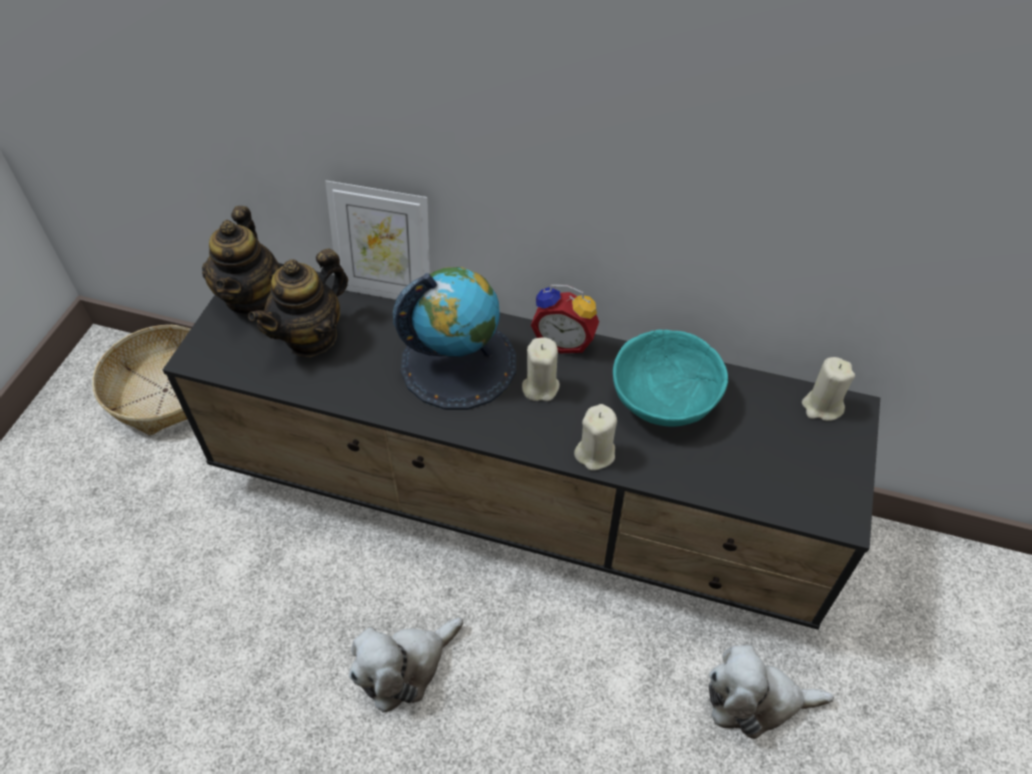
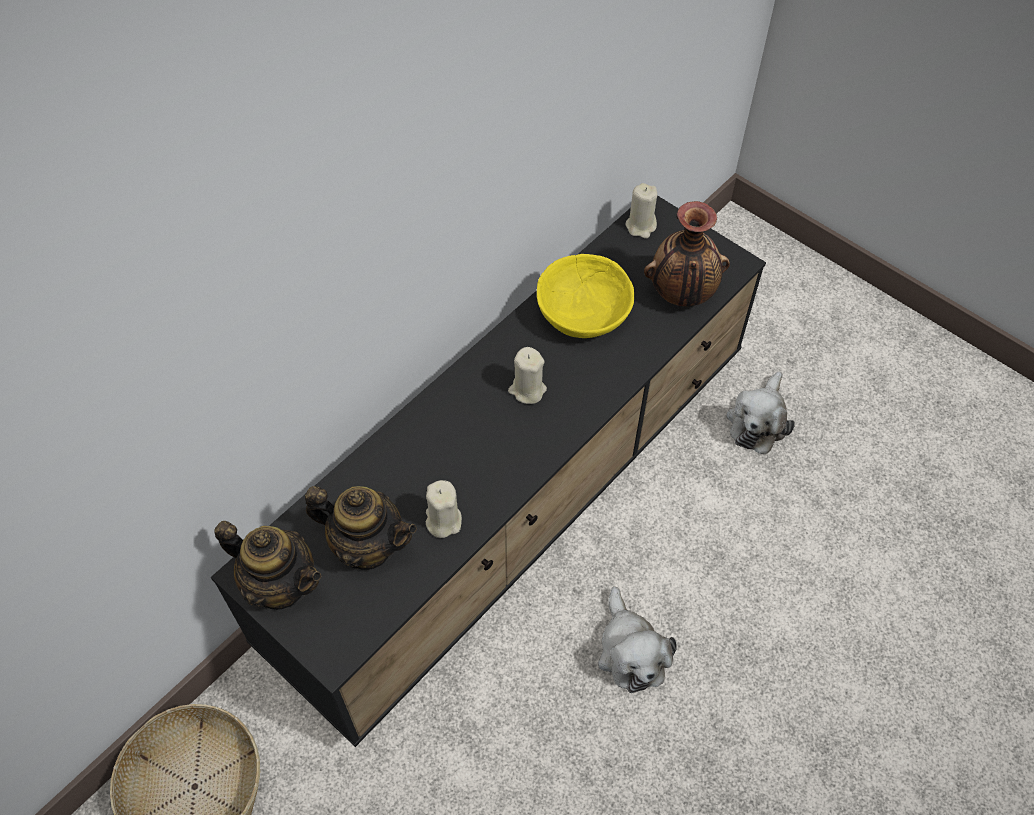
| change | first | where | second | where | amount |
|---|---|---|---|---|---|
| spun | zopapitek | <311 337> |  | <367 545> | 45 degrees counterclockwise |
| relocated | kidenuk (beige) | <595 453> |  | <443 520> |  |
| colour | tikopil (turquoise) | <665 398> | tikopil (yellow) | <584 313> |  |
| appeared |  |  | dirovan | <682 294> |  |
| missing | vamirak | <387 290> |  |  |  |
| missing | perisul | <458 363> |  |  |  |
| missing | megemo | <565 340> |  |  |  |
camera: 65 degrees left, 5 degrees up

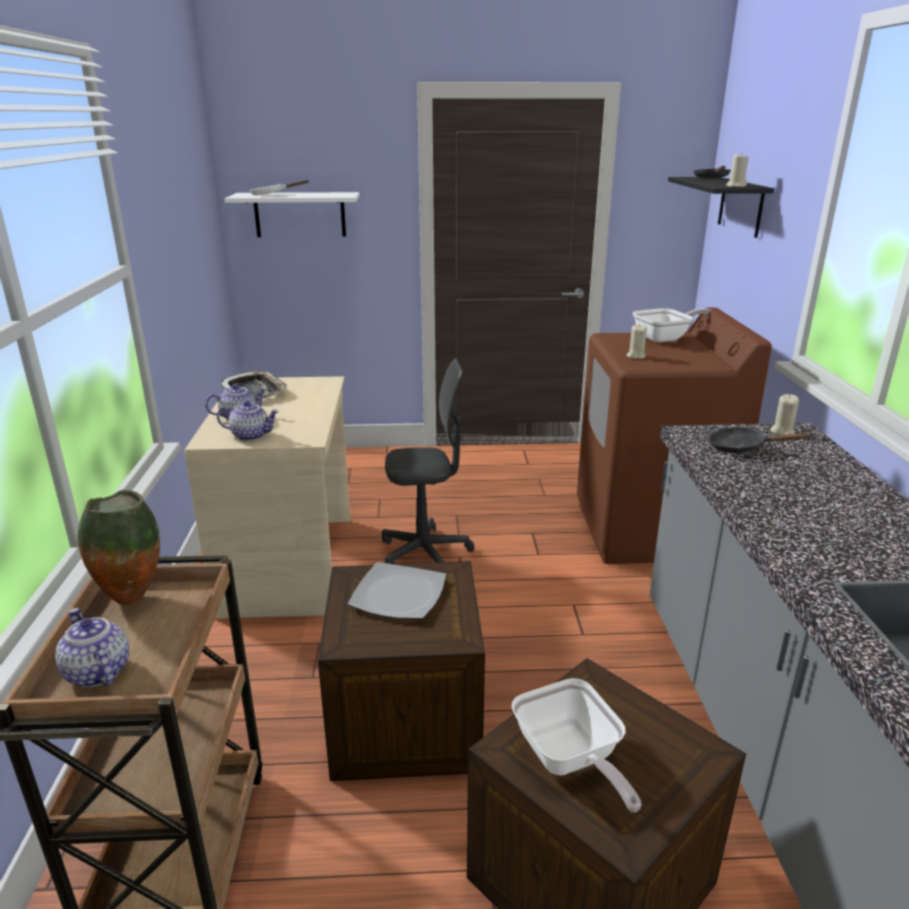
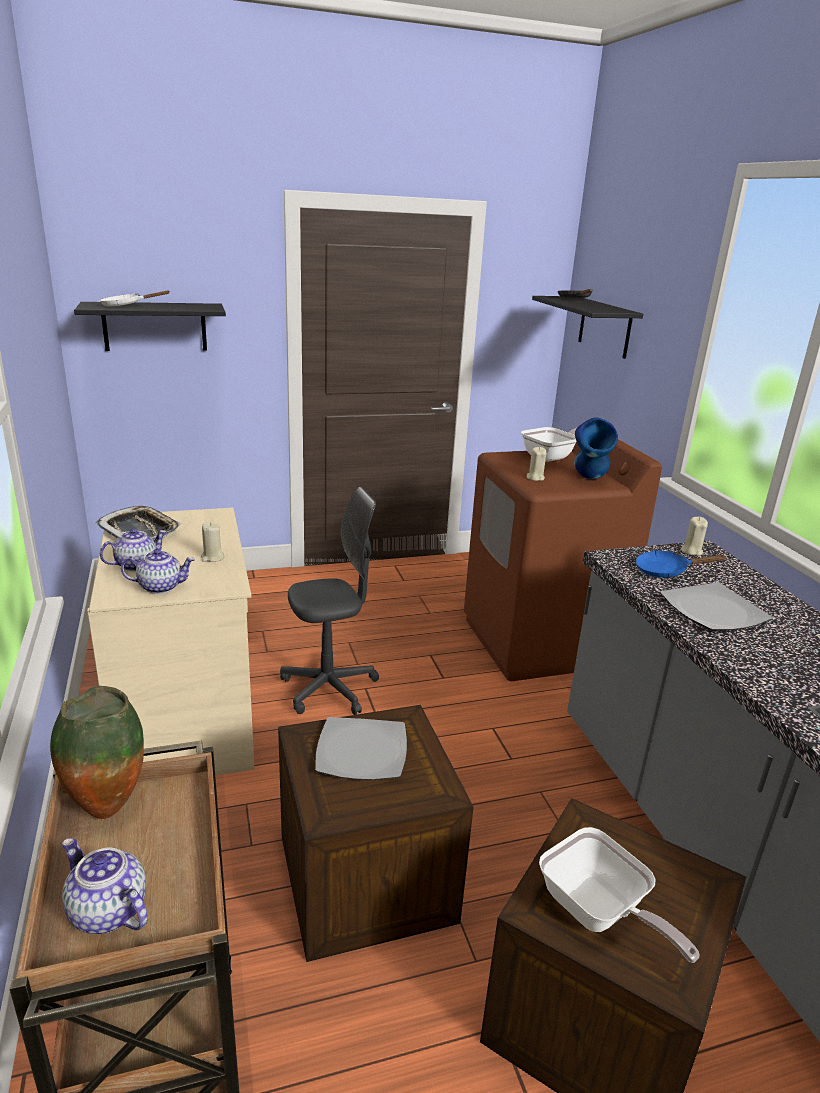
| change | first | where | second | where | amount |
|---|---|---|---|---|---|
| colour | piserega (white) | <300 214> | piserega (black) | <155 326> |  |
| relocated | kidenuk (beige) | <736 186> |  | <212 557> |  |
| appeared |  |  | dirovan (blue) | <589 480> |  |
| colour | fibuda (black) | <742 448> | fibuda (blue) | <666 571> |  |
| appeared |  |  | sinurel | <714 611> |  |
camera: 15 degrees left, 0 degrees up

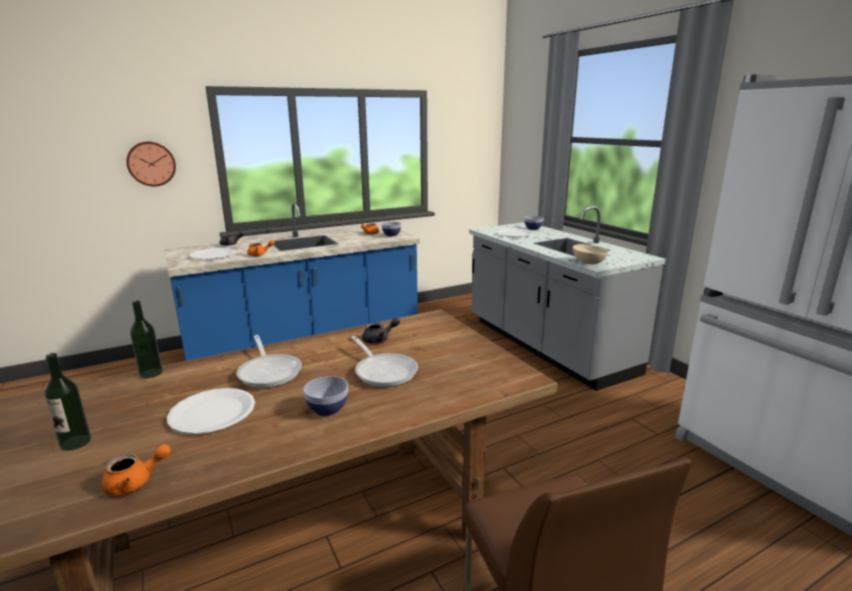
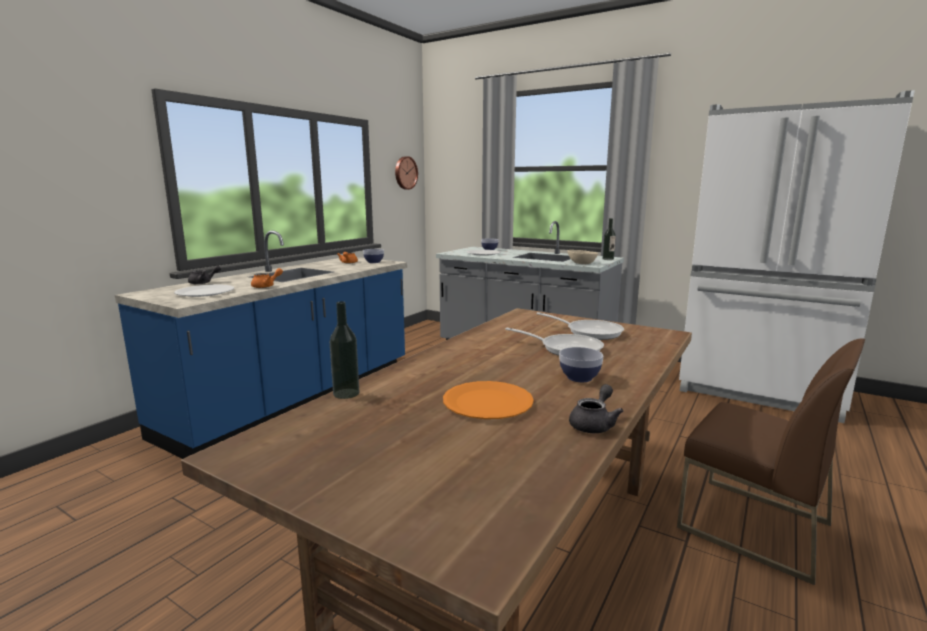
| change | first | where | second | where | amount |
|---|---|---|---|---|---|
| relocated | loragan | <151 164> |  | <405 173> |  |
| colour | sinurel (white) | <212 413> | sinurel (orange) | <488 402> |  |
| relocated | fibuda | <269 372> |  | <589 332> |  |
| relocated | zopapitek (grey) | <379 339> |  | <594 424> |  |
| relocated | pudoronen | <75 442> |  | <608 259> |  |
| missing | zopapitek (orange) | <135 482> |  |  |  |
camera: 30 degrees left, 5 degrees down

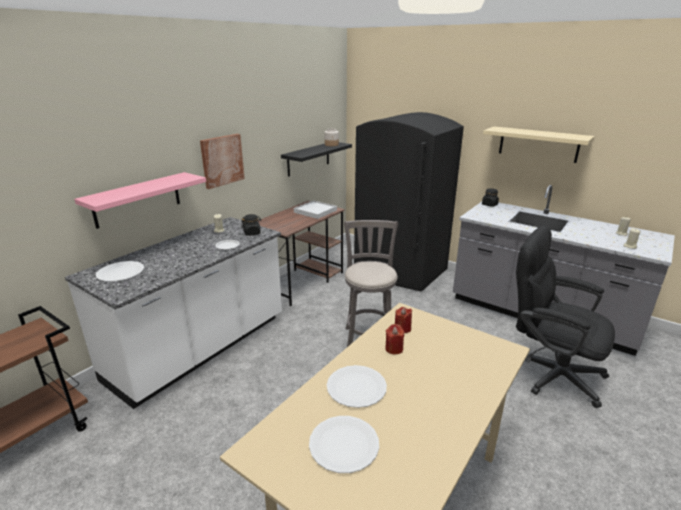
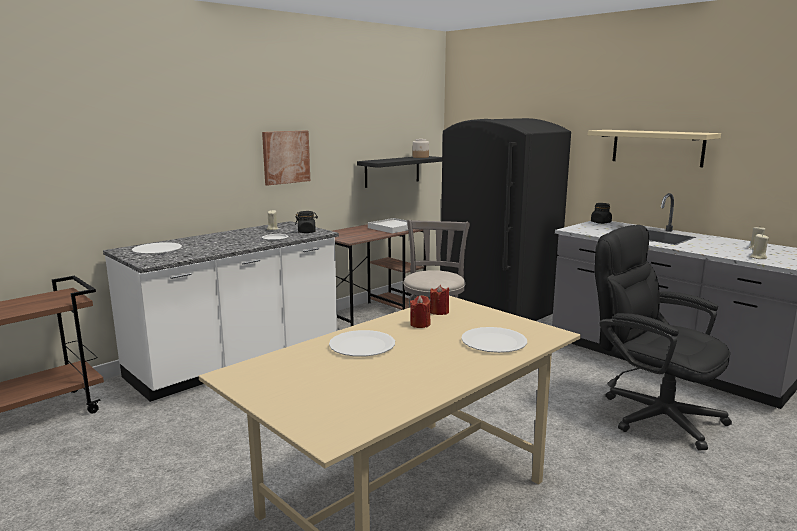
| change | first | where | second | where | amount |
|---|---|---|---|---|---|
| relocated | sinurel (white) | <343 445> |  | <493 342> |  |
| missing | piserega (pink) | <137 199> |  |  |  |
camera: 10 degrees right, 10 degrees down

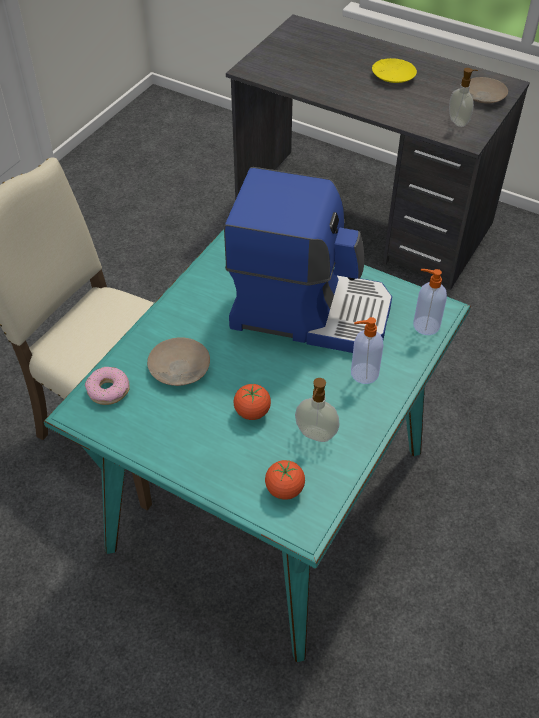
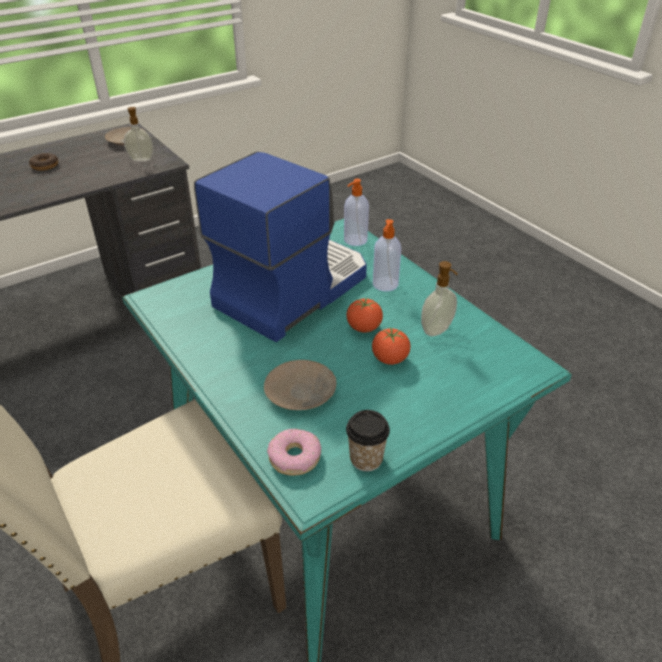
| change | first | where | second | where | amount |
|---|---|---|---|---|---|
| exchanged | sinurel (yellow) | <393 76> | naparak | <45 166> |  |
| appeared |  |  | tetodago | <366 459> |  |
| relocated | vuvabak | <284 489> |  | <364 328> |  |
camera: 65 degrees left, 10 degrees down

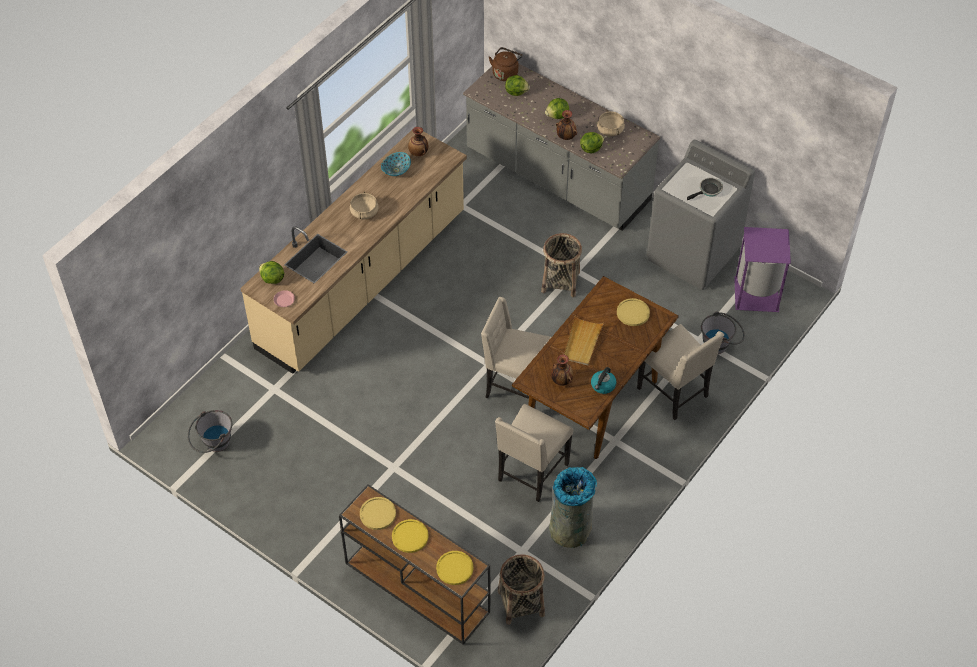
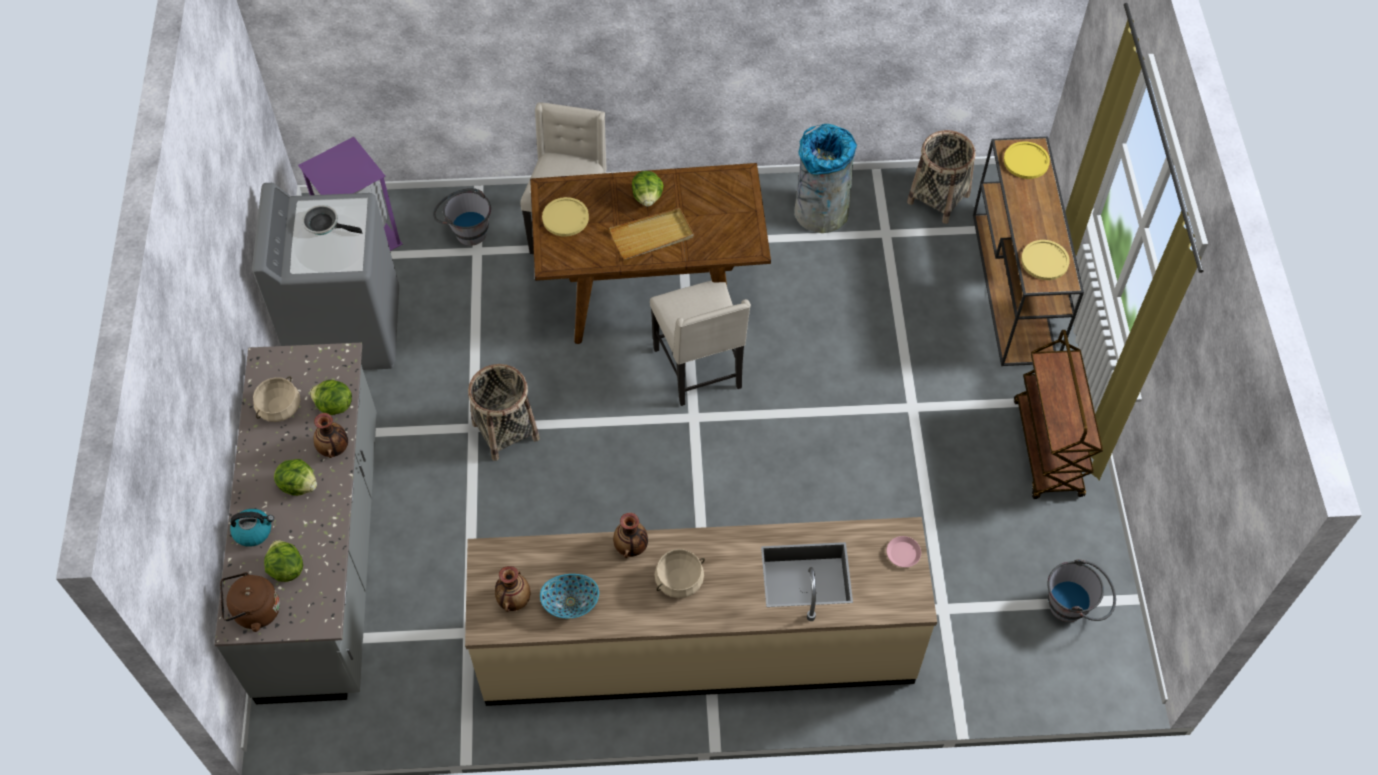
| change | first | where | second | where | amount |
|---|---|---|---|---|---|
| relocated | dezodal | <603 386> |  | <254 531> |  |
| relocated | dirovan | <561 380> |  | <631 547> |  |
| relocated | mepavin | <272 279> |  | <647 197> |  |
| appeared |  |  | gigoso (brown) | <1048 449> |  |
| missing | sinurel (yellow) | <410 536> |  |  |  |
| missing | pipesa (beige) | <531 473> |  |  |  |
camera: 130 degrees left, 5 degrees up

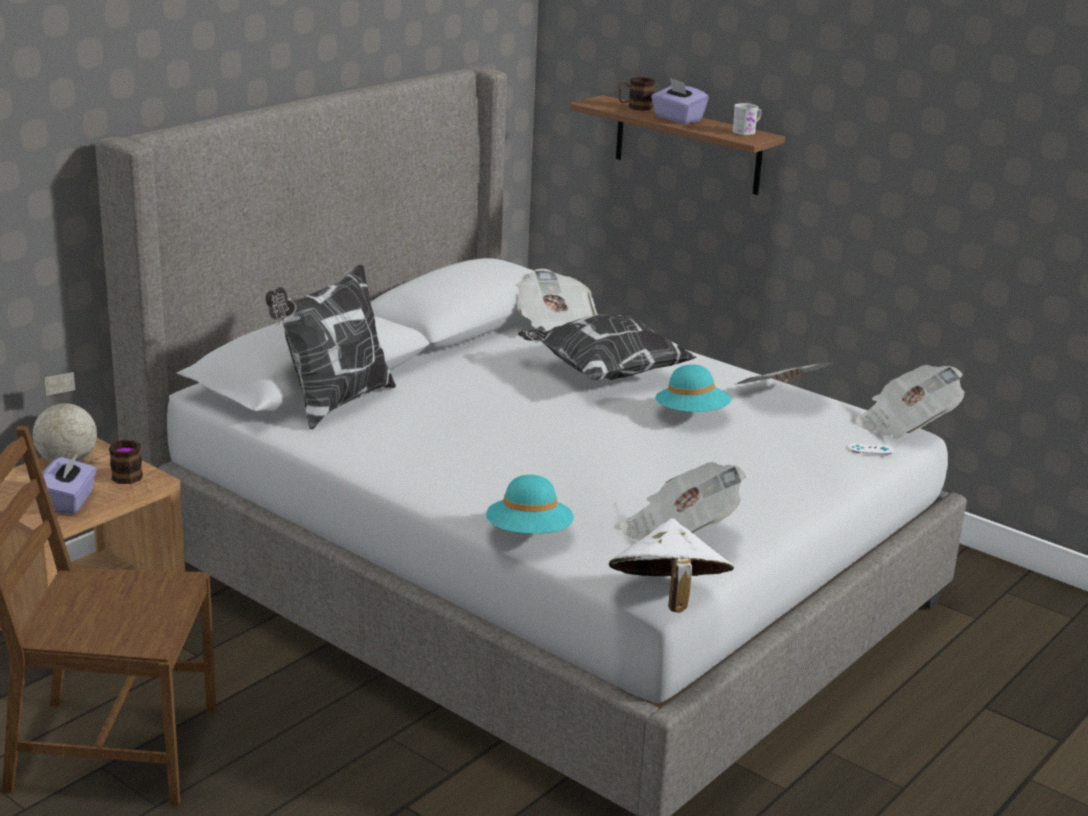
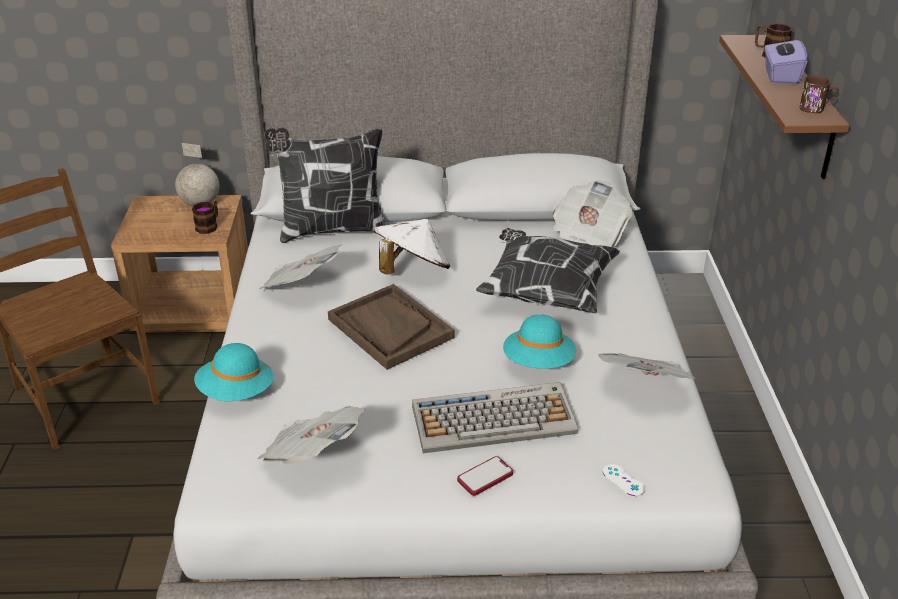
| change | first | where | second | where | amount |
|---|---|---|---|---|---|
| relocated | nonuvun | <905 425> |  | <302 286> |  |
| appeared |  |  | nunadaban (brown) | <390 328> |  |
| relocated | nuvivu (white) | <667 600> |  | <412 270> |  |
| appeared |  |  | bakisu | <494 419> |  |
| appeared |  |  | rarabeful | <485 477> |  |
| colour | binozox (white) | <747 132> | binozox (brown) | <816 109> |  |
| missing | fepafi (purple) | <70 502> |  |  |  |
camera: 50 degrees right, 10 degrees up

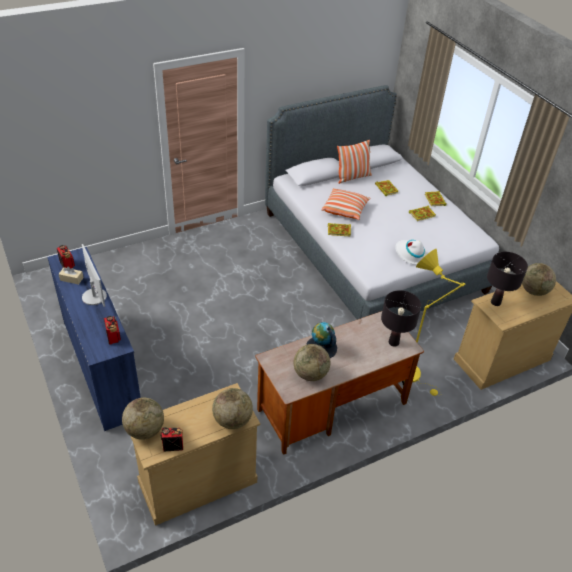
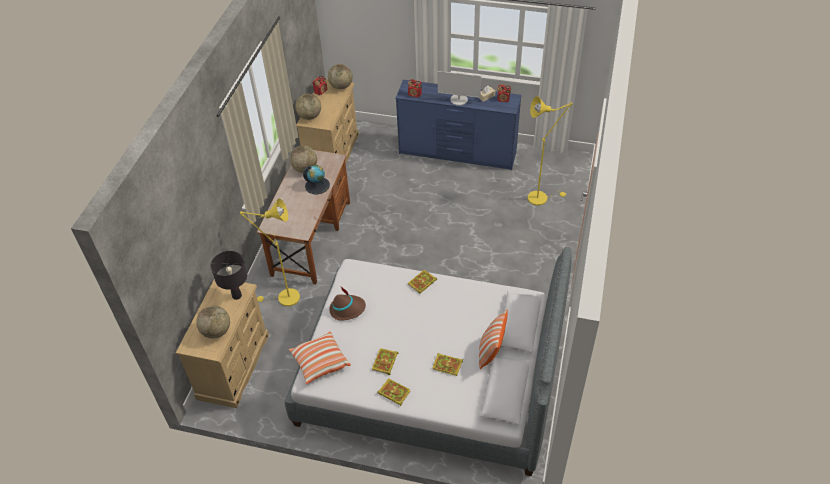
| change | first | where | second | where | amount |
|---|---|---|---|---|---|
| relocated | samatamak | <345 210> |  | <320 362> |  |
| colour | nuvivu (white) | <410 254> | nuvivu (brown) | <347 309> |  |
| appeared |  |  | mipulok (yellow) | <541 197> |  |
| missing | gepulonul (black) | <393 342> |  |  |  |
camera: 135 degrees right, 5 degrees up

